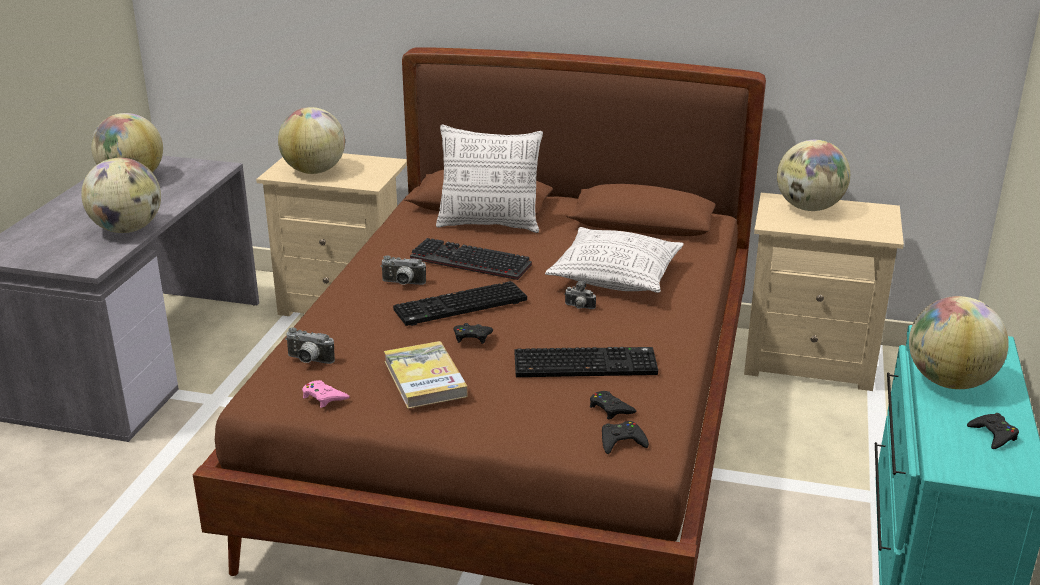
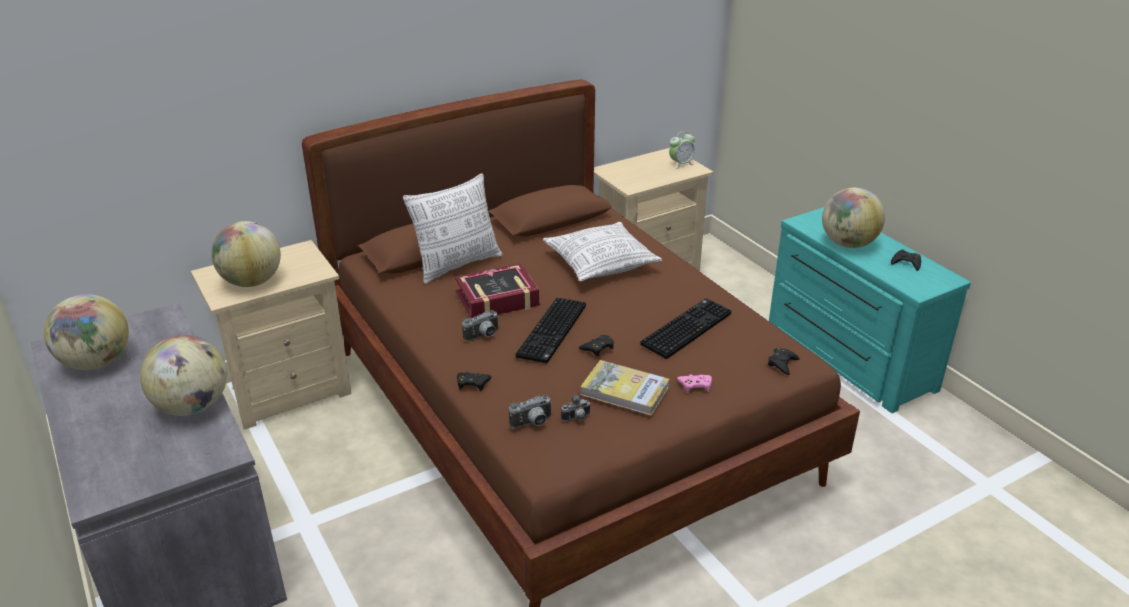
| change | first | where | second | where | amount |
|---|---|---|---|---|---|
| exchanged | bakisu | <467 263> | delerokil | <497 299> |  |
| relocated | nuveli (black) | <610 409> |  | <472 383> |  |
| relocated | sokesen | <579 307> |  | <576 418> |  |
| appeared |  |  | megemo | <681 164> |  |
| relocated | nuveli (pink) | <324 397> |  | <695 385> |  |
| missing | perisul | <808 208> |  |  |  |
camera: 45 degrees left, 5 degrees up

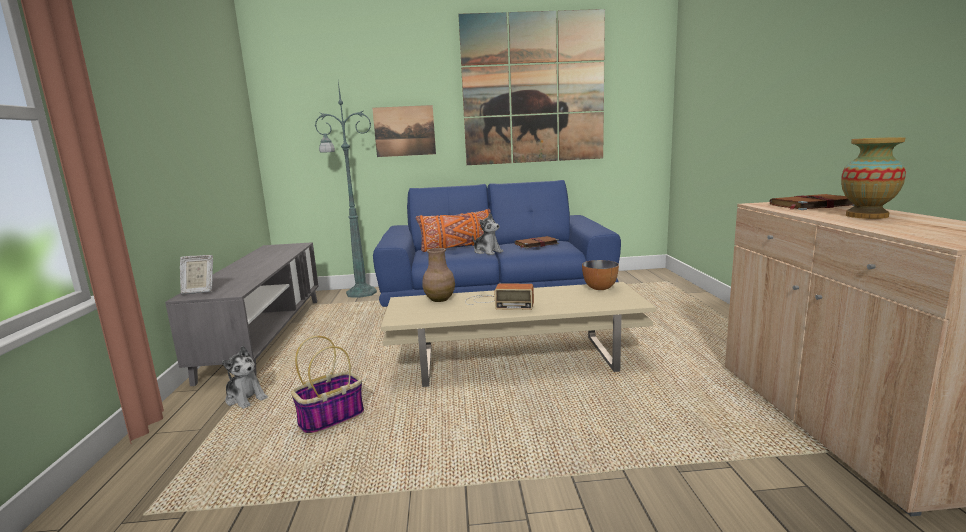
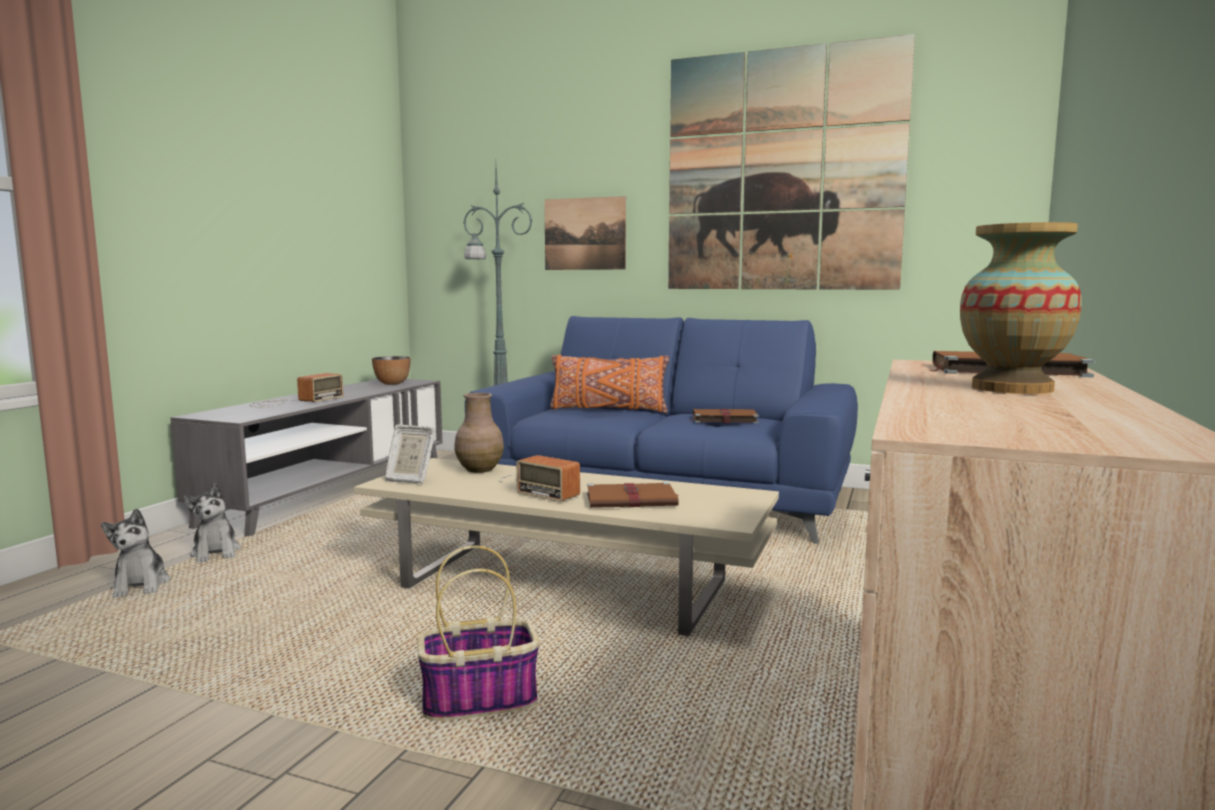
| change | first | where | second | where | amount |
|---|---|---|---|---|---|
| relocated | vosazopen | <487 252> |  | <141 585> |  |
| appeared |  |  | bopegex | <293 402> |  |
| relocated | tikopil | <599 288> |  | <392 383> |  |
| relocated | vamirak | <199 291> |  | <410 479> |  |
| relocated | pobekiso | <332 418> |  | <481 700> |  |
| appeared |  |  | delerokil (brown) | <633 500> |  |
camera: 25 degrees right, 5 degrees down

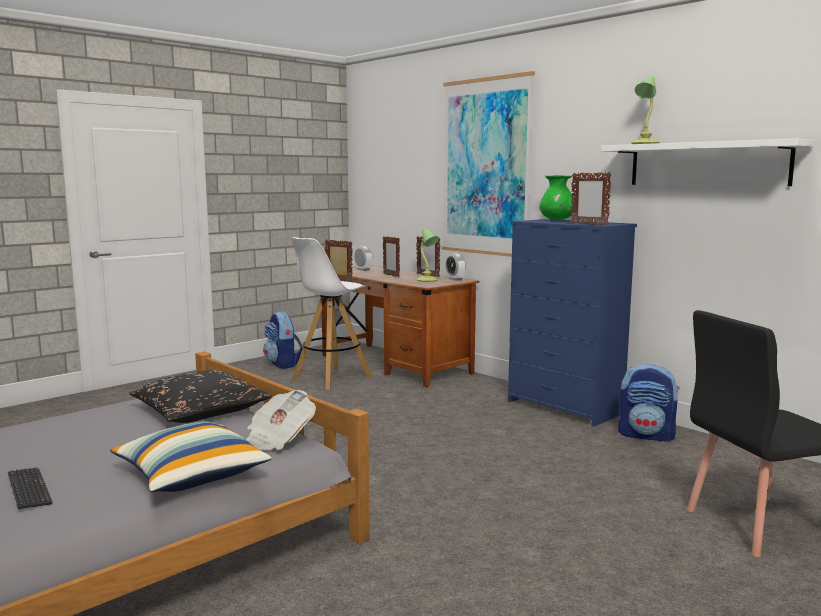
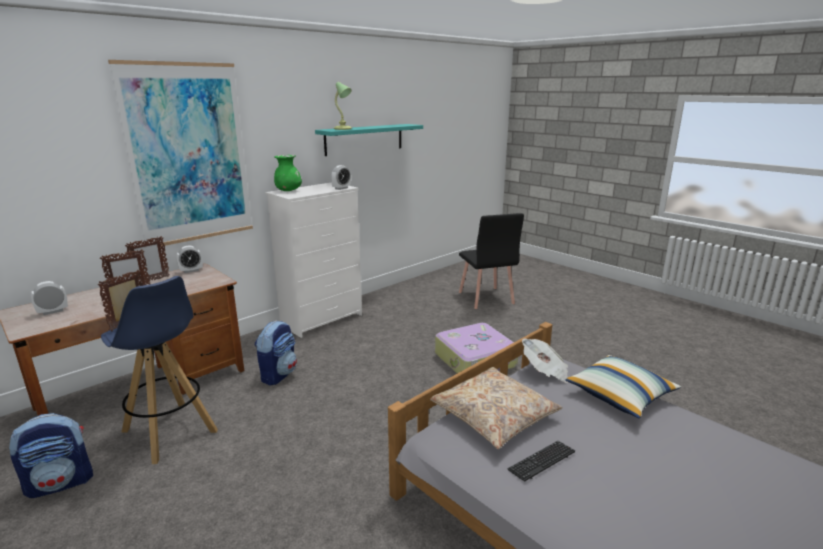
| change | first | where | second | where | amount |
|---|---|---|---|---|---|
| colour | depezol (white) | <331 378> | depezol (blue) | <170 431> |  |
| relocated | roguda | <646 435> |  | <278 374> |  |
| colour | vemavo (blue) | <565 408> | vemavo (white) | <323 319> |  |
| colour | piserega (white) | <707 164> | piserega (turquoise) | <364 139> |  |
| exchanged | vamirak | <589 224> | megemo | <341 188> |  |
| colour | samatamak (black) | <200 411> | samatamak (beige) | <494 415> |  |
| appeared |  |  | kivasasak | <476 360> |  |
| relocated | bakisu | <29 490> |  | <541 461> |  |
| missing | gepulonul | <427 280> |  |  |  |
camera: 90 degrees left, 10 degrees up

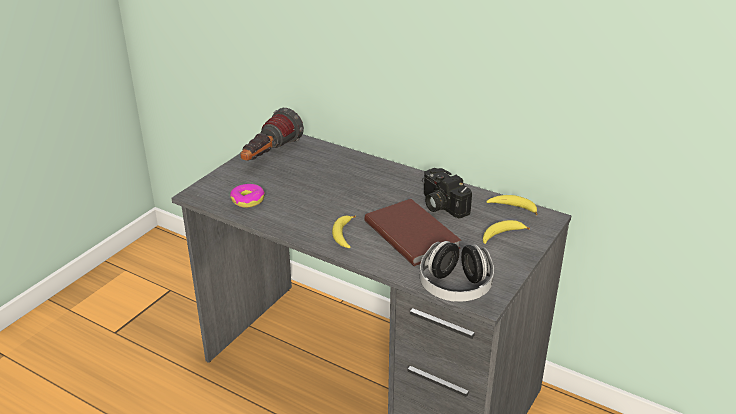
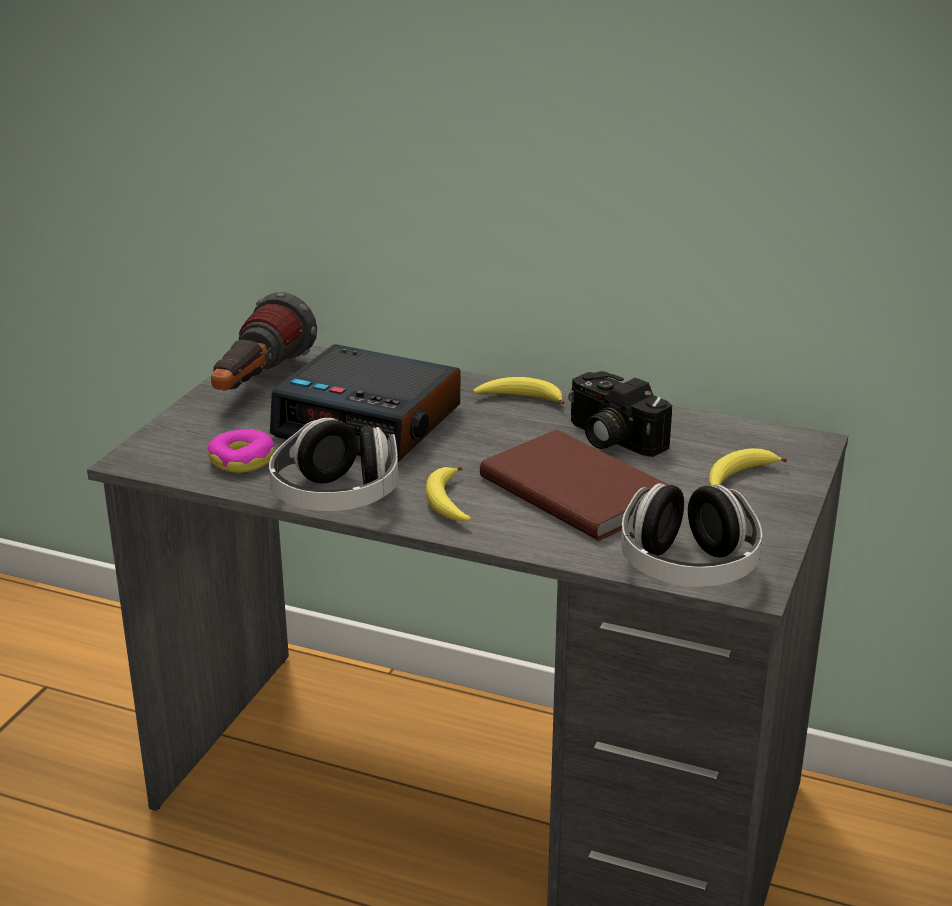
| change | first | where | second | where | amount |
|---|---|---|---|---|---|
| appeared |  |  | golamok | <336 498> |  |
| appeared |  |  | megemo | <370 421> |  |
| relocated | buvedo | <513 208> |  | <520 399> |  |
camera: 10 degrees left, 5 degrees down

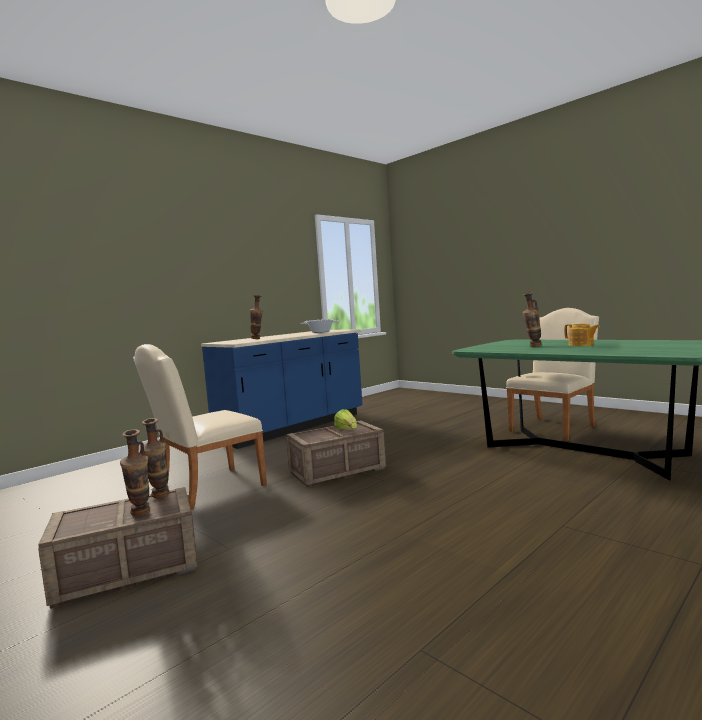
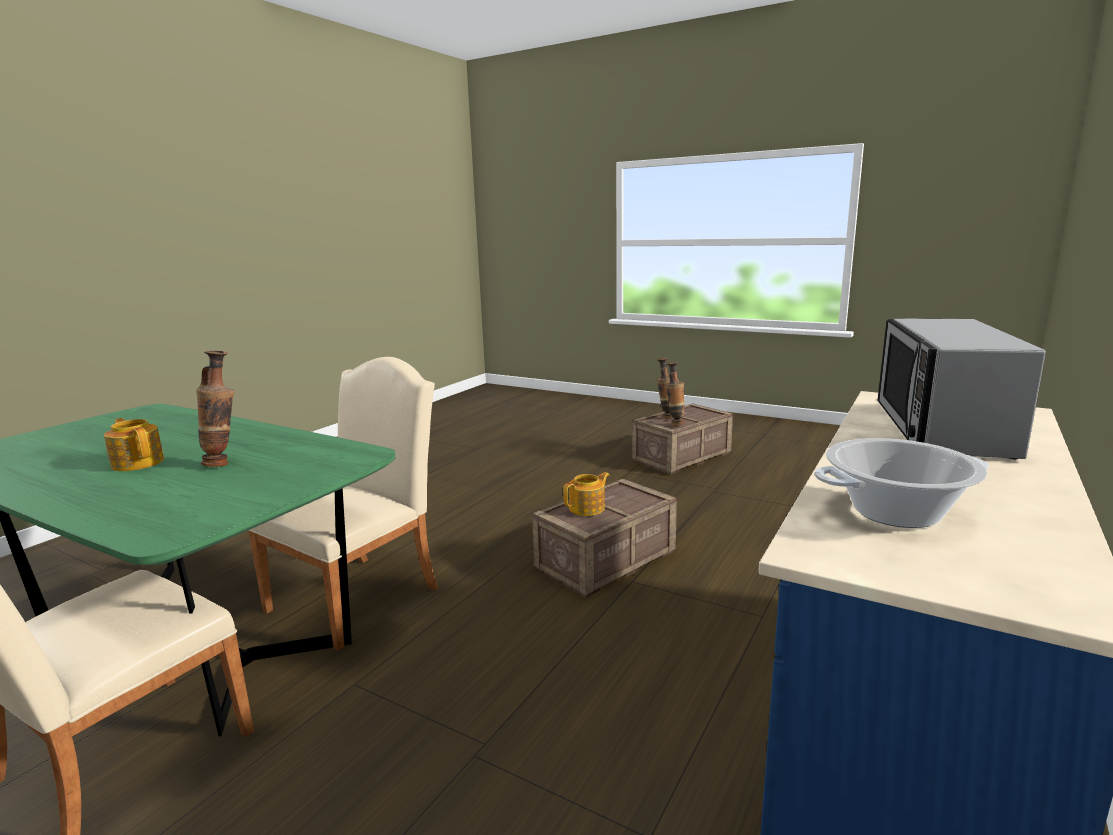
| change | first | where | second | where | amount |
|---|---|---|---|---|---|
| relocated | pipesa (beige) | <206 489> |  | <362 594> |  |
| exchanged | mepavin | <347 430> | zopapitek | <587 508> |  |
| exchanged | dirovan | <257 339> | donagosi | <940 429> |  |
camera: 165 degrees right, 10 degrees up

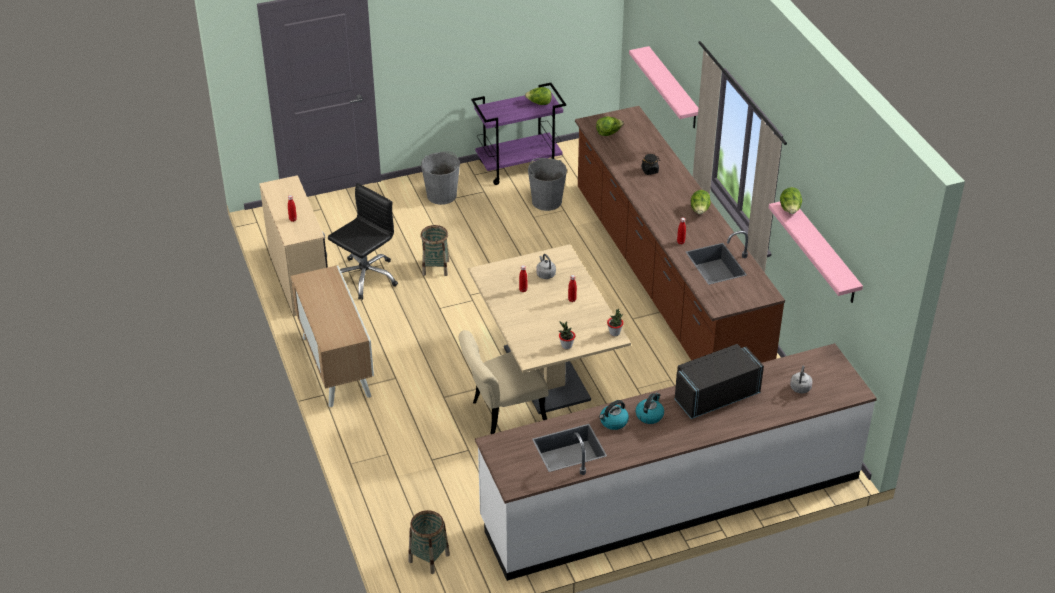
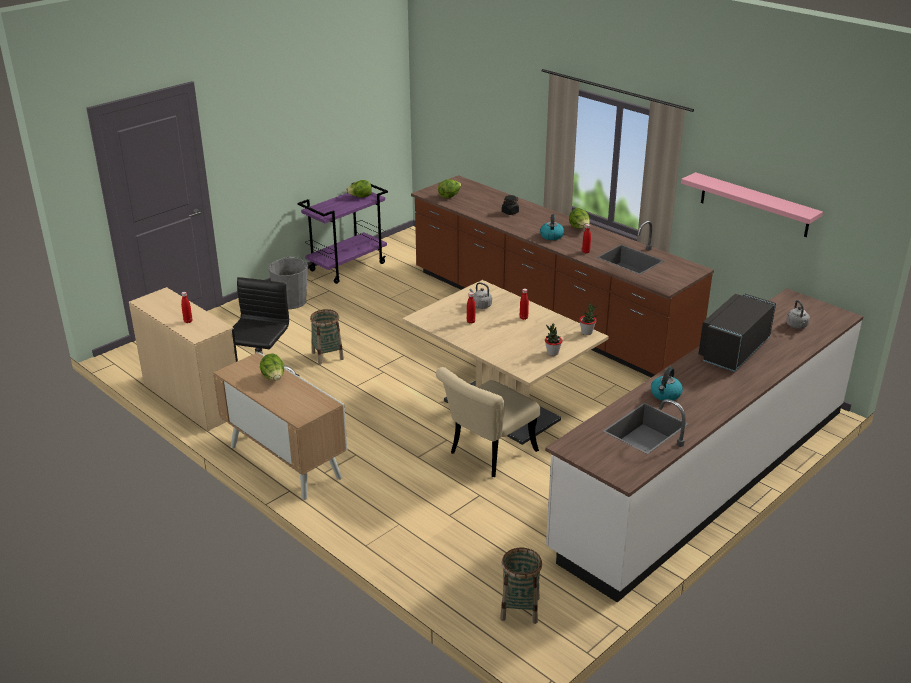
| change | first | where | second | where | amount |
|---|---|---|---|---|---|
| relocated | mepavin | <790 210> |  | <274 378> |  |
| relocated | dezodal | <649 415> |  | <551 236> |  |
| missing | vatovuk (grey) | <546 201> |  |  |  |
| missing | piserega (pink) | <673 88> |  |  |  |
camera: 25 degrees left, 10 degrees down

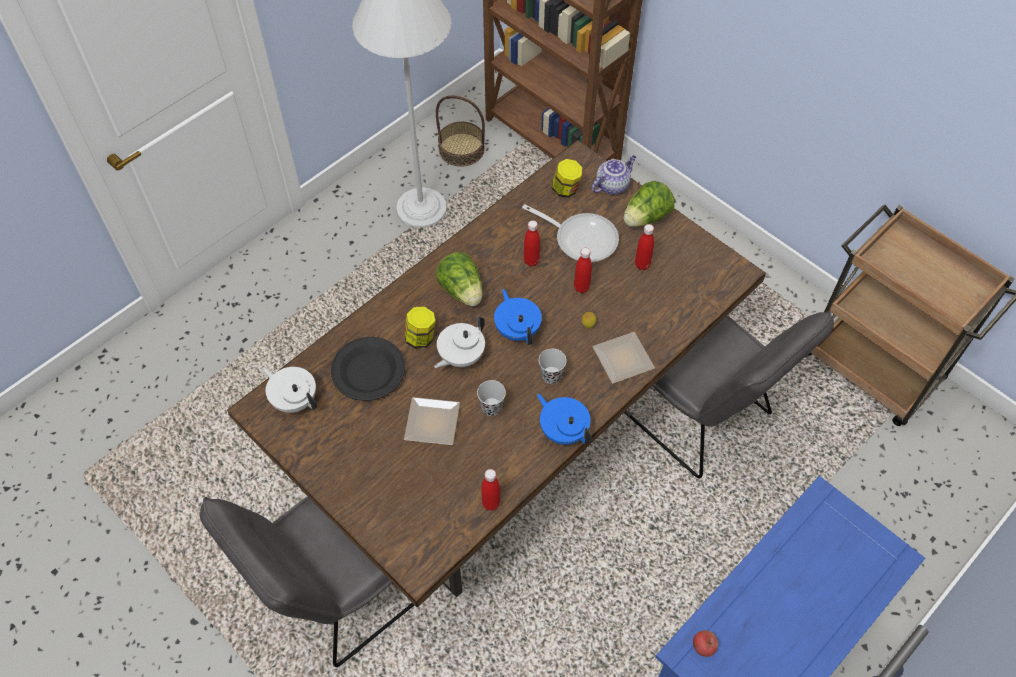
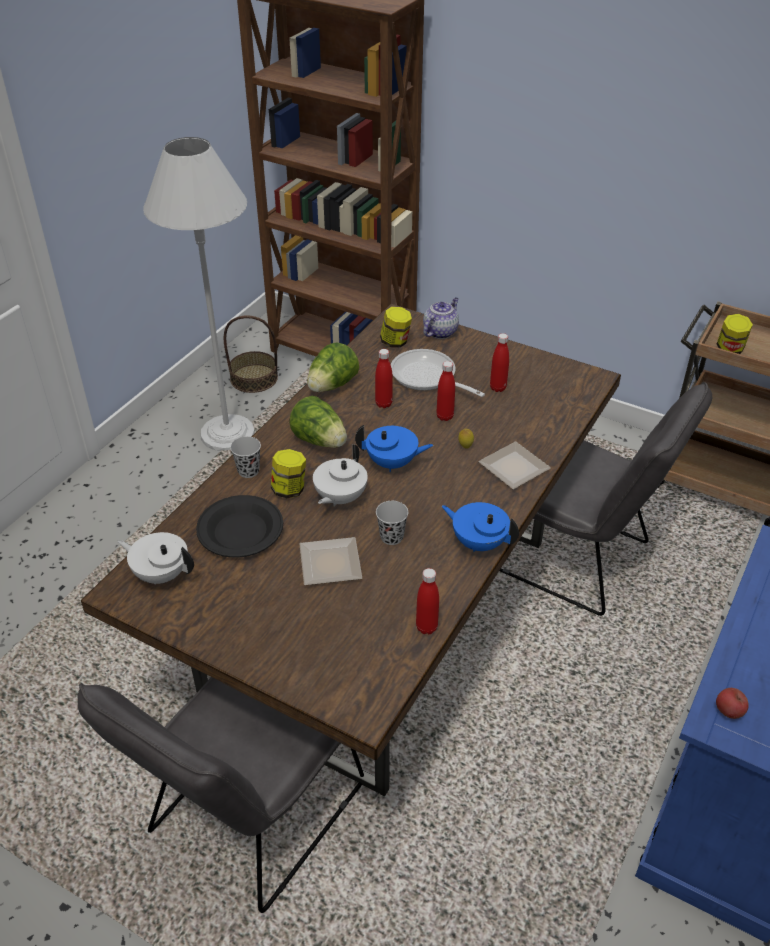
| change | first | where | second | where | amount |
|---|---|---|---|---|---|
| relocated | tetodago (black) | <551 376> |  | <248 471> |  |
| relocated | mepavin | <646 218> |  | <332 386> |  |
| spun | zopapitek (blue) | <517 330> |  | <392 463> | 135 degrees clockwise |
| spun | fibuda | <581 239> |  | <427 377> | 150 degrees counterclockwise |
| appeared |  |  | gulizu | <730 349> |  |
camera: 15 degrees left, 15 degrees down

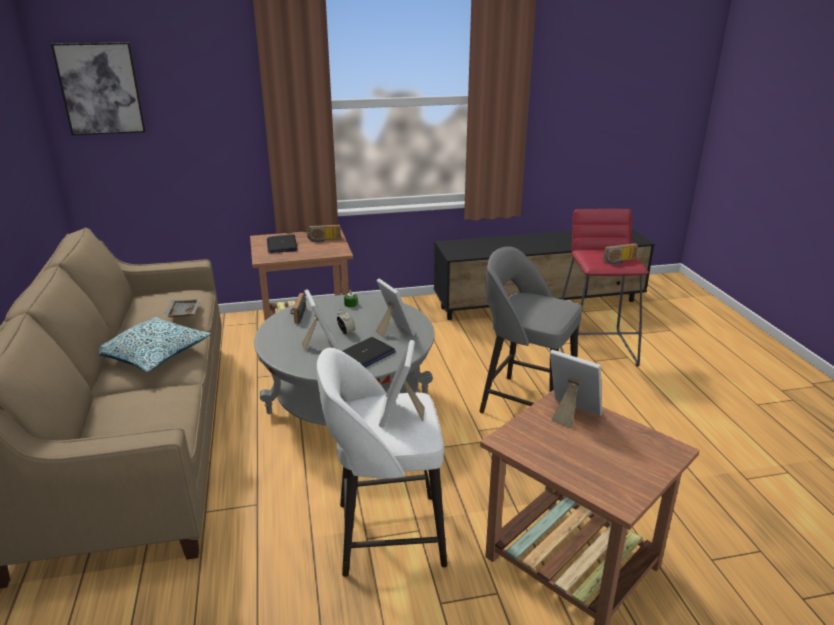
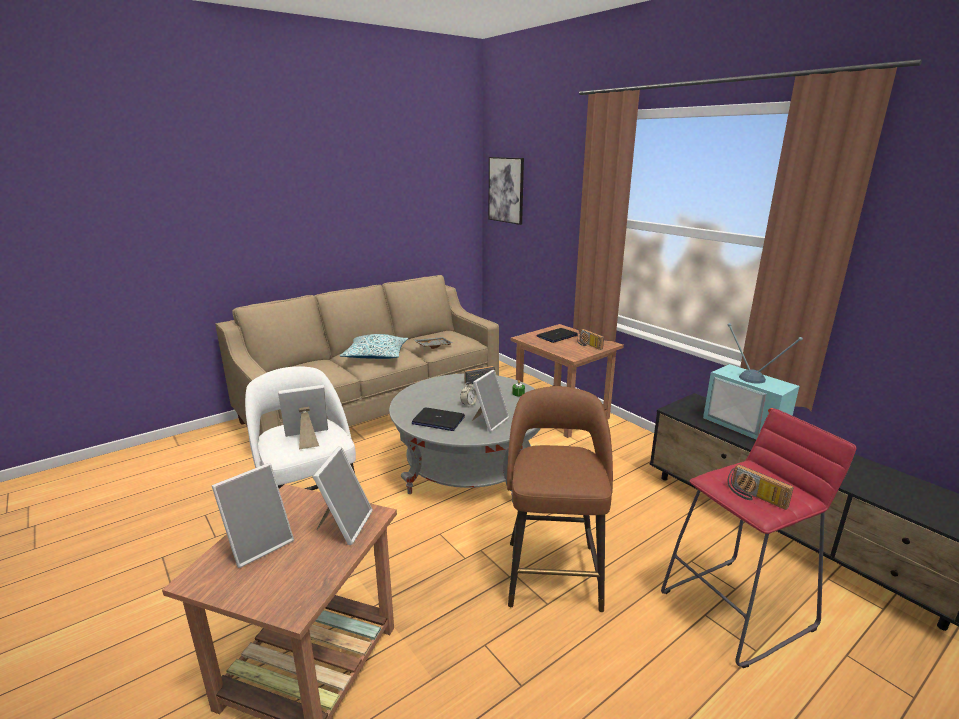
| change | first | where | second | where | amount |
|---|---|---|---|---|---|
| relocated | vamirak | <320 345> |  | <259 544> |  |
| colour | depezol (grey) | <525 403> | depezol (brown) | <553 572> |  |
| appeared |  |  | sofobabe | <747 425> |  |
camera: 65 degrees right, 5 degrees down

